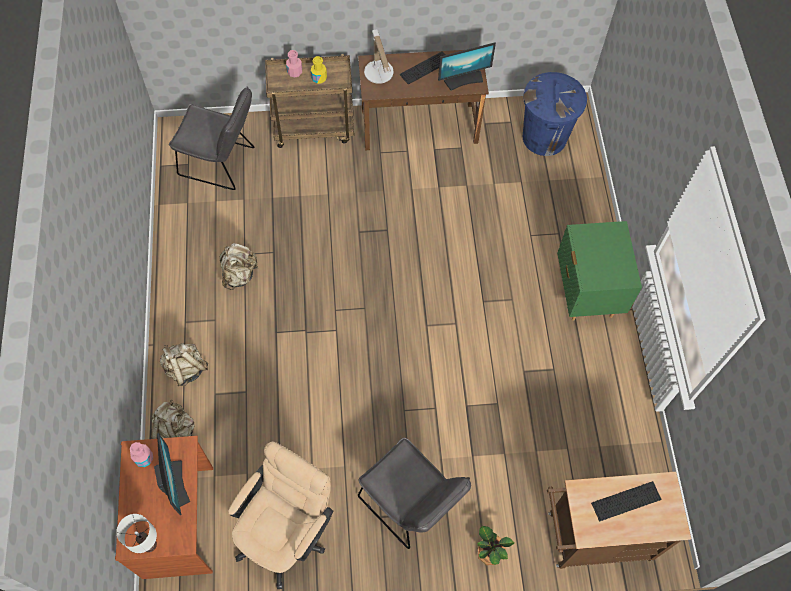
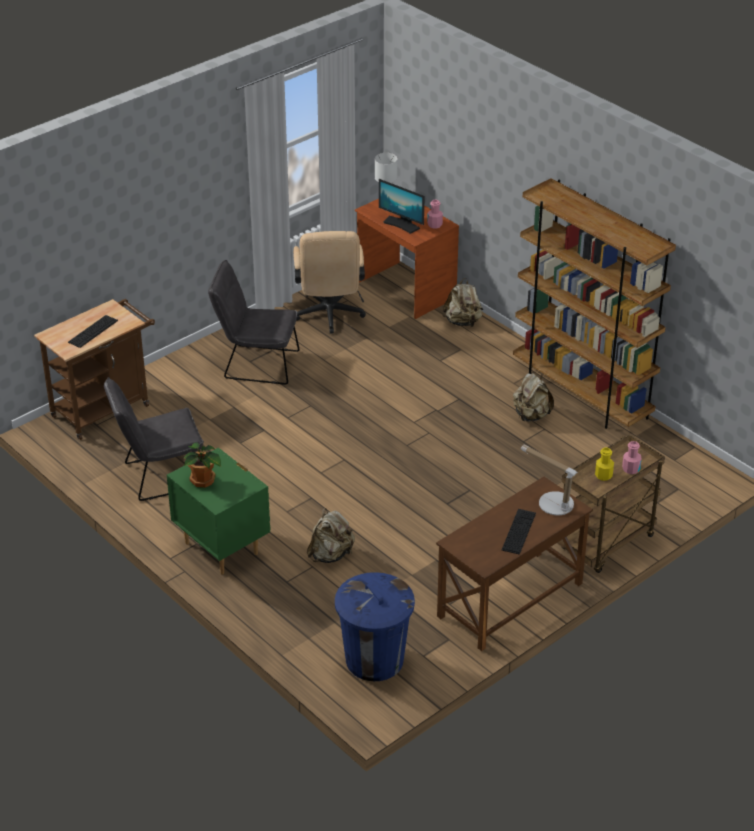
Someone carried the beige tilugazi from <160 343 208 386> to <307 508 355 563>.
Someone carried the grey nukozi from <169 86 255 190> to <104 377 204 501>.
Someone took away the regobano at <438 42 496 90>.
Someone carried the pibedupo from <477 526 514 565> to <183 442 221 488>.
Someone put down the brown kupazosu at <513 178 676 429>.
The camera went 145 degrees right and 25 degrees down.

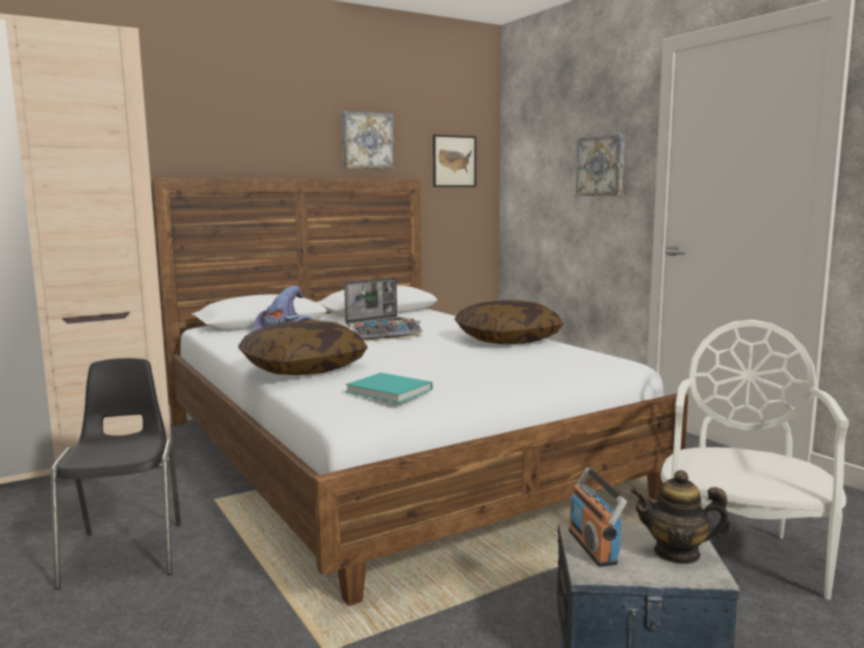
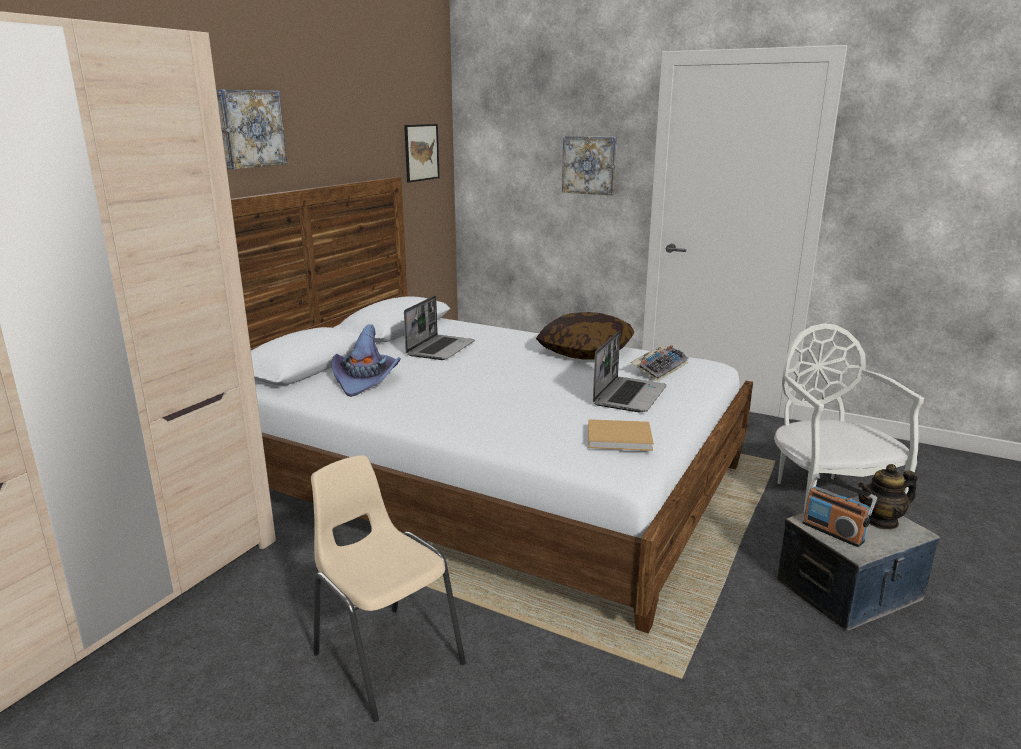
Someone repainted the black nukozi at <50 358 181 590>, which became the beige nukozi at <311 455 466 722>.
Someone took away the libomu at <238 320 368 375>.
Someone carried the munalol from <341 111 394 169> to <217 89 287 169>.
Someone repainted the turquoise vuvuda at <345 373 433 403>, which became the beige vuvuda at <588 419 654 451>.
Someone carried the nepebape from <350 318 423 342> to <631 345 689 381>.
Someone put down the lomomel at <593 331 667 412>.
The camera went 30 degrees left and 10 degrees up.

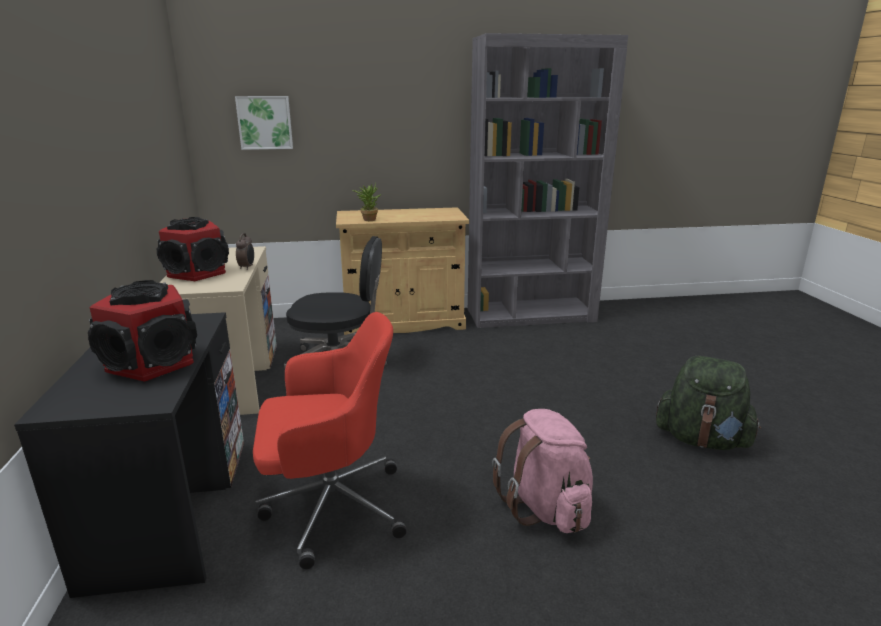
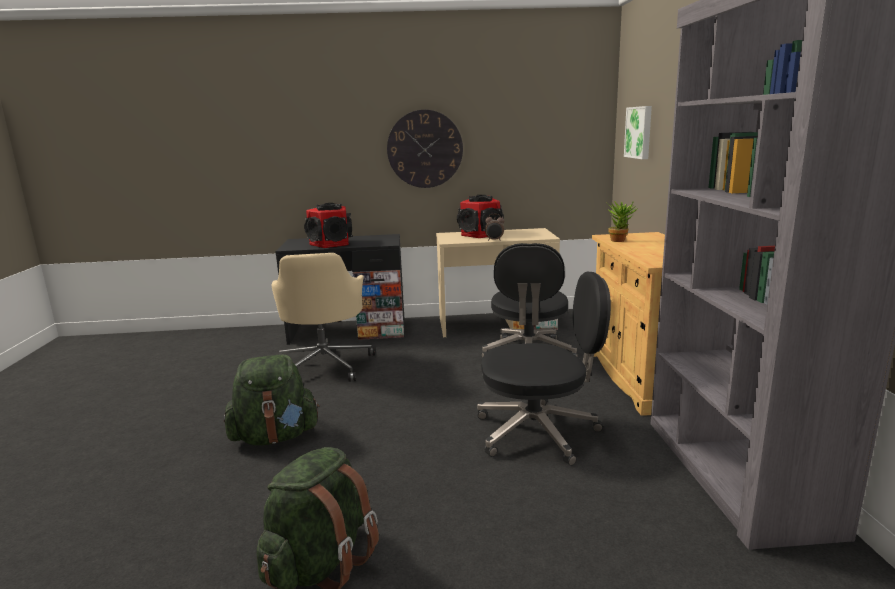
Someone repainted the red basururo at <253 312 406 569>, which became the beige basururo at <271 253 375 382>.
Someone repainted the pink tilugazi at <492 409 593 533>, which became the green tilugazi at <224 354 320 445>.
Someone put up the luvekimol at <387 110 463 188>.
Someone put down the black basururo at <477 272 611 466>.
The camera went 95 degrees right and 5 degrees down.

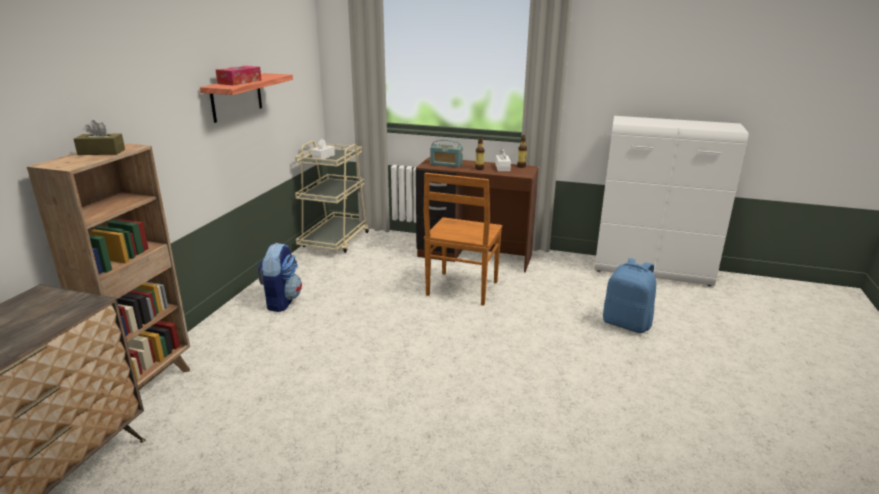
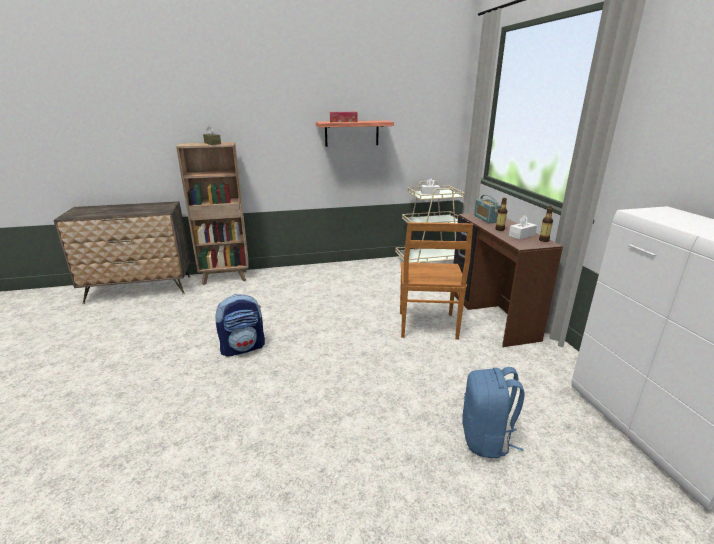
Someone carried the tilugazi from <258 243 302 312> to <215 294 265 357>.
Someone rotated the brown nukozi at <424 173 503 306> by 75 degrees counterclockwise.
The camera went 60 degrees right and 0 degrees up.

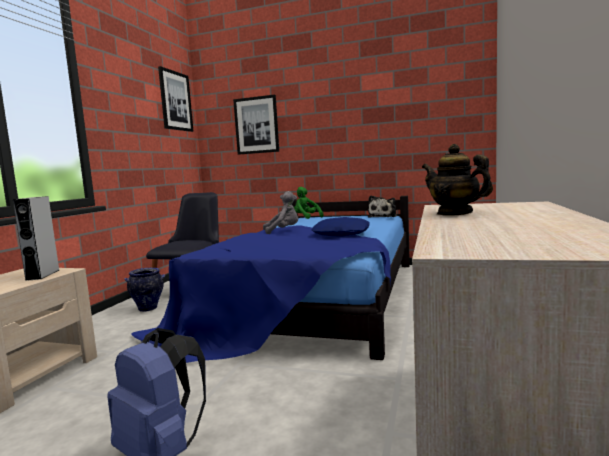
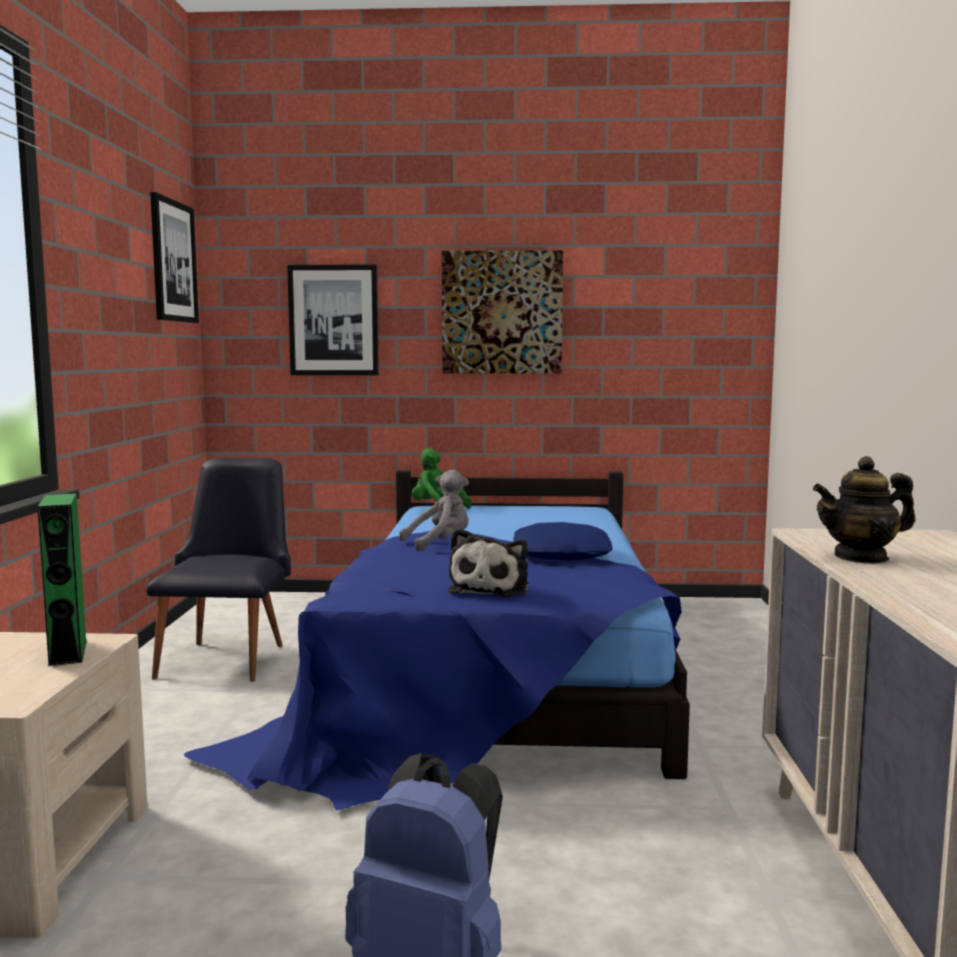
Someone repainted the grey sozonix at <13 196 59 281>, which became the green sozonix at <37 493 87 666>.
Someone took away the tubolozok at <124 268 165 312>.
Someone carried the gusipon from <368 195 397 218> to <448 528 529 597>.
Someone rotated the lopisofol at <422 144 493 216> by 45 degrees counterclockwise.
Someone put up the munalol at <442 250 563 374>.
The camera went 15 degrees left and 0 degrees up.

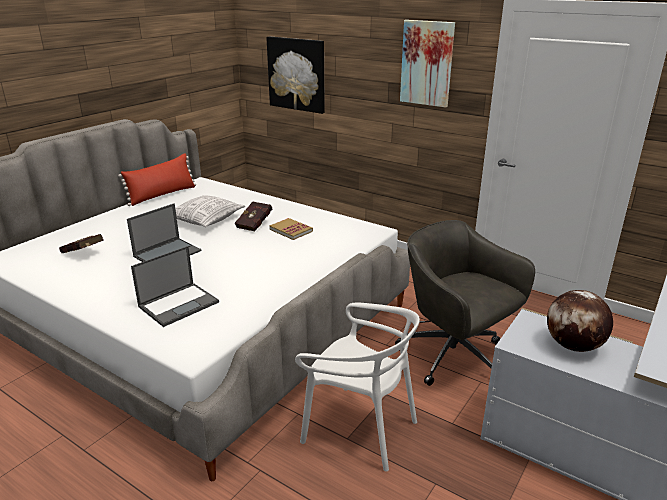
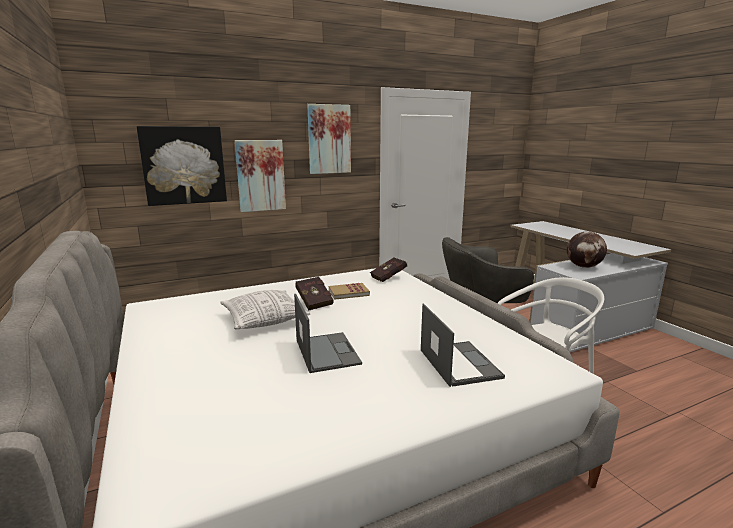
Someone carried the red vuvuda from <59 234 104 253> to <370 257 408 282>.
Someone took away the red libomu at <118 154 196 206>.
Someone put up the munalol at <235 140 286 212>.
The camera went 60 degrees left and 10 degrees down.

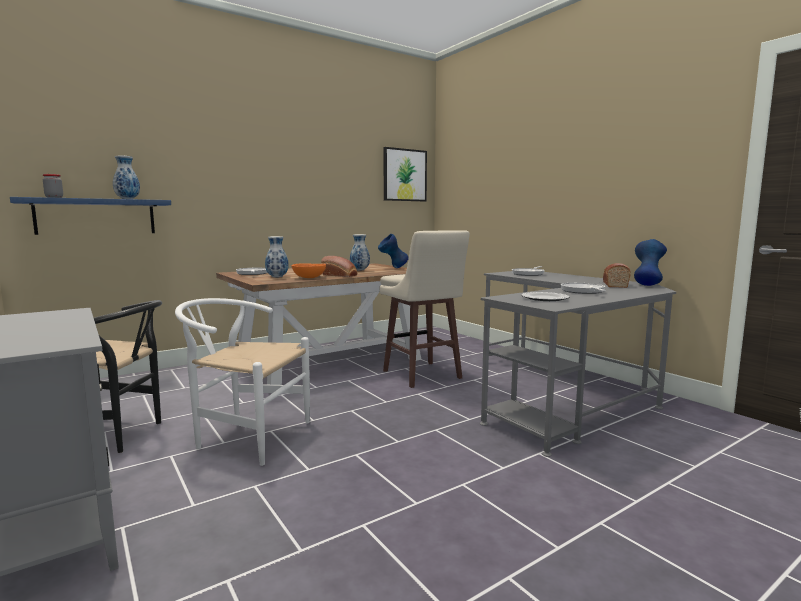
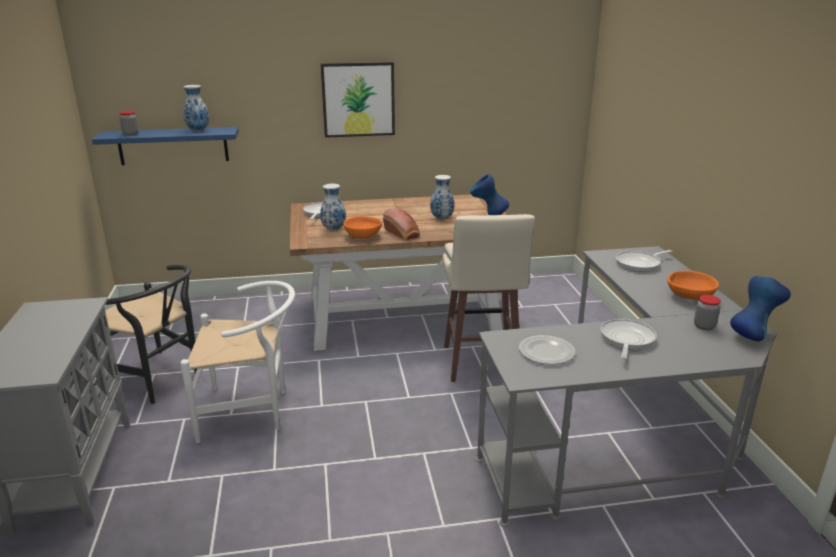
Someone rotated the white nukozi at <175 298 310 466> by 135 degrees clockwise.
Someone carried the munalol from <383 147 427 201> to <321 62 395 138>.
Someone swapped the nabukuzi at <603 263 631 288> for the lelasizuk at <694 295 721 330>.
Someone put down the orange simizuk at <667 271 719 300>.
The camera went 25 degrees right and 15 degrees up.

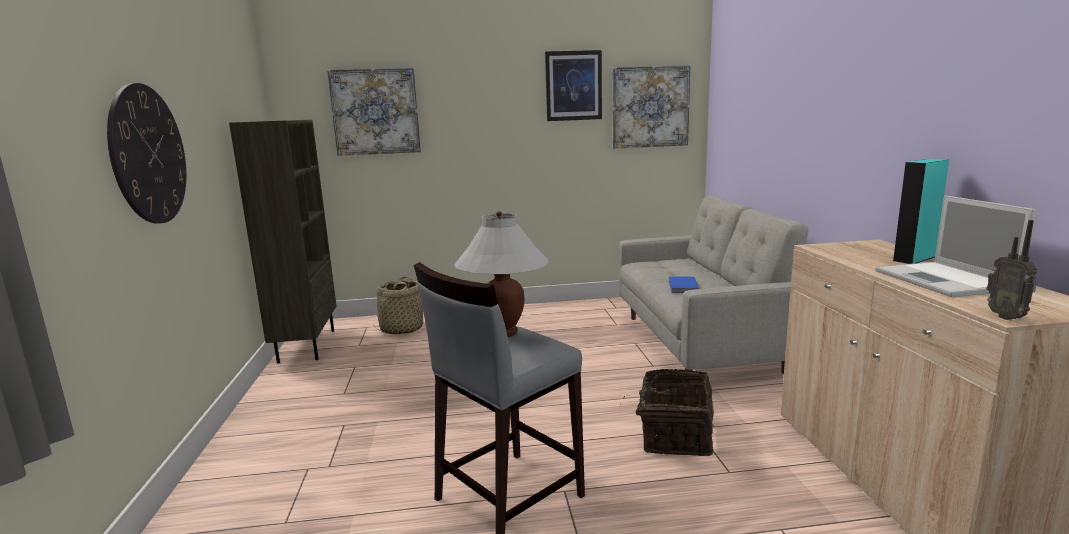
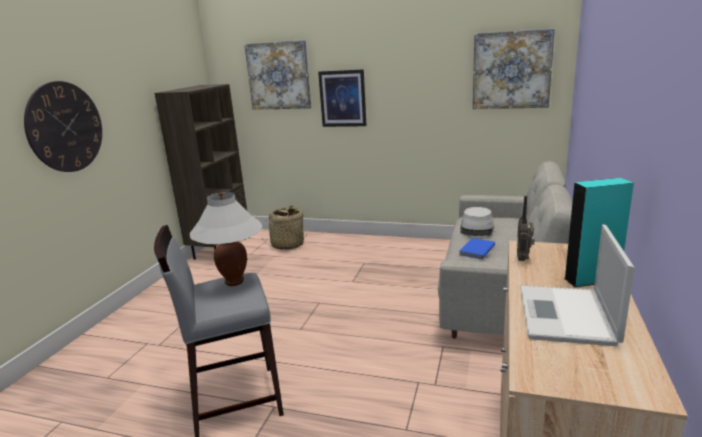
Someone carried the munalol from <545 50 602 121> to <318 69 367 127>.
Someone took away the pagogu at <624 369 714 456>.
Someone carried the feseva from <986 220 1037 320> to <517 196 535 261>.
Someone put down the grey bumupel at <460 207 494 236>.
The camera went 25 degrees right and 5 degrees up.

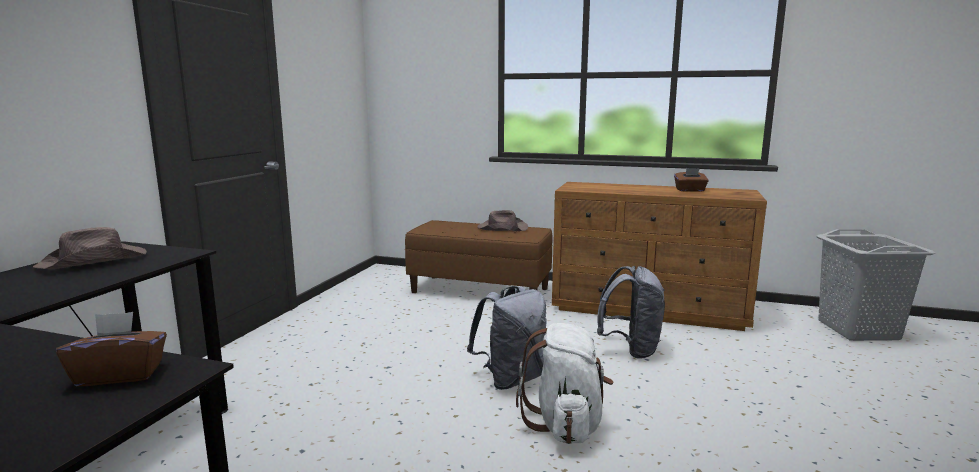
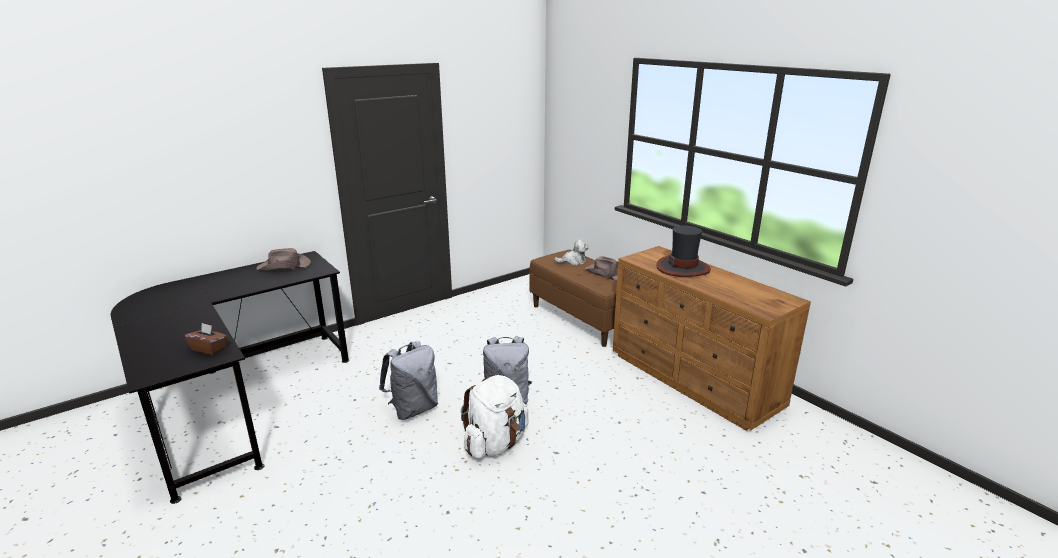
Someone carried the grey tilugazi from <597 266 665 359> to <379 342 438 420>.
Someone took away the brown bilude at <674 168 709 192>.
Someone took away the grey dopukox at <816 229 935 341>.
Someone put down the gusipon at <554 240 588 266>.
Someone put down the bumupel at <656 226 711 277>.
The camera went 35 degrees right and 10 degrees up.

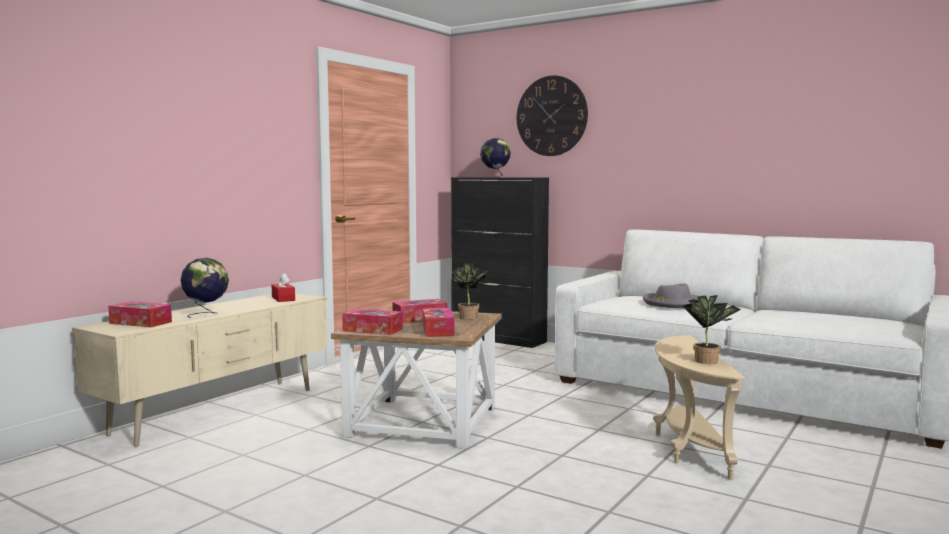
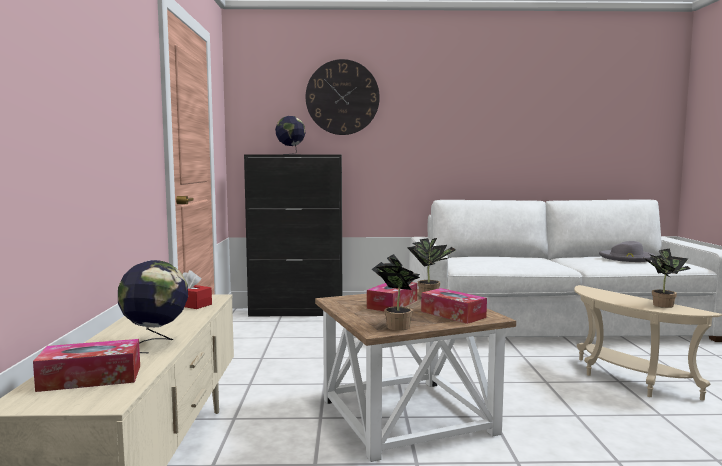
Someone swapped the bilude at <342 309 403 335> for the pibedupo at <372 254 420 331>.
Someone carried the grey bumupel from <643 284 698 308> to <599 241 655 262>.
The camera went 35 degrees left and 0 degrees up.

